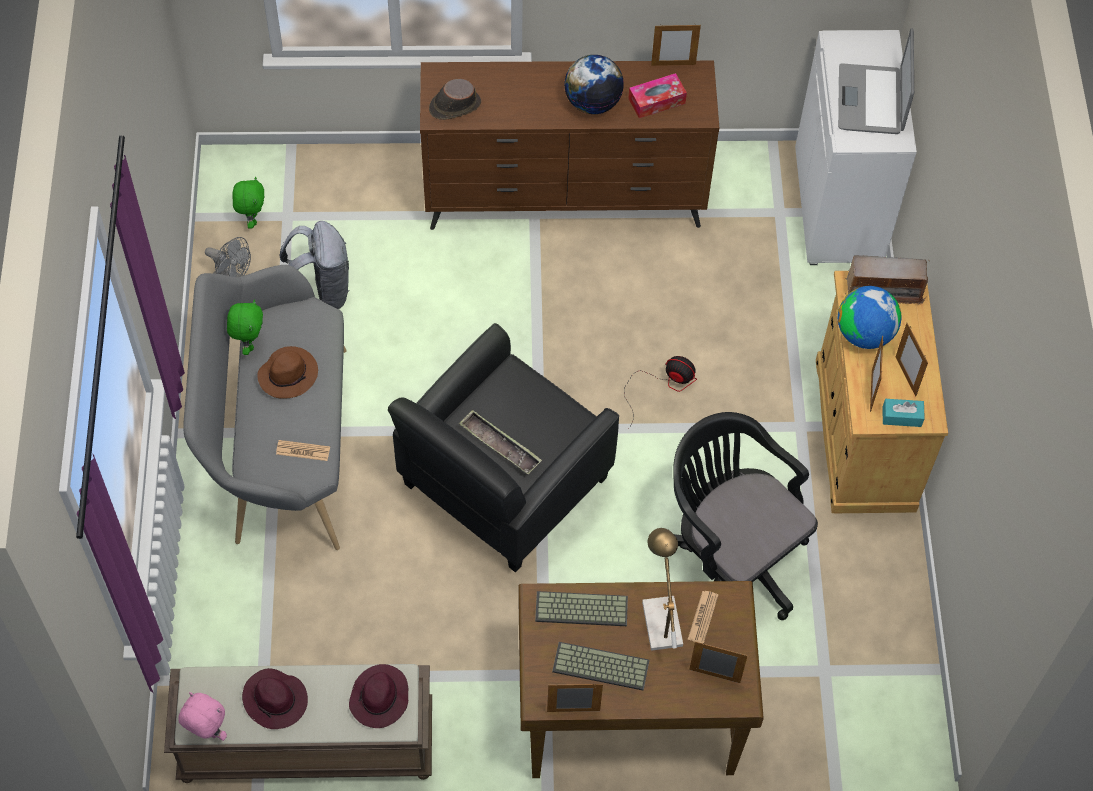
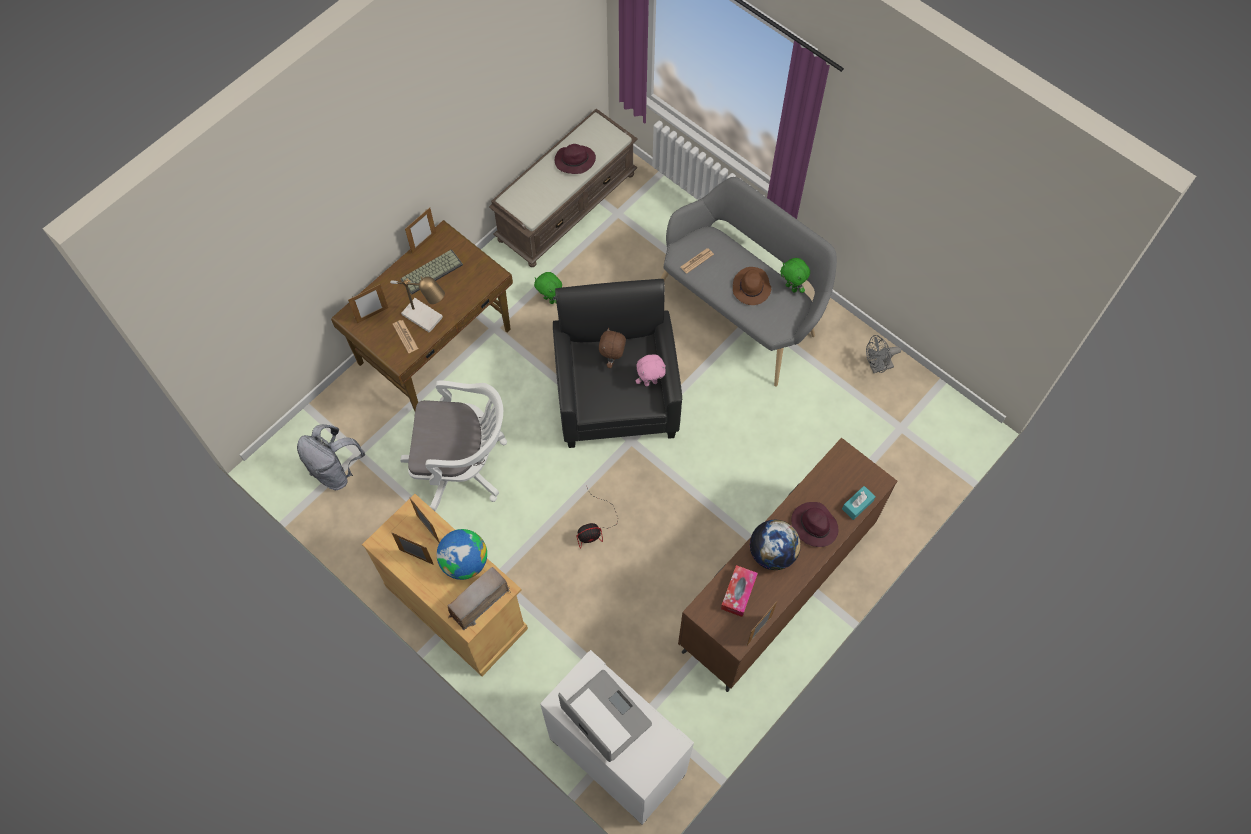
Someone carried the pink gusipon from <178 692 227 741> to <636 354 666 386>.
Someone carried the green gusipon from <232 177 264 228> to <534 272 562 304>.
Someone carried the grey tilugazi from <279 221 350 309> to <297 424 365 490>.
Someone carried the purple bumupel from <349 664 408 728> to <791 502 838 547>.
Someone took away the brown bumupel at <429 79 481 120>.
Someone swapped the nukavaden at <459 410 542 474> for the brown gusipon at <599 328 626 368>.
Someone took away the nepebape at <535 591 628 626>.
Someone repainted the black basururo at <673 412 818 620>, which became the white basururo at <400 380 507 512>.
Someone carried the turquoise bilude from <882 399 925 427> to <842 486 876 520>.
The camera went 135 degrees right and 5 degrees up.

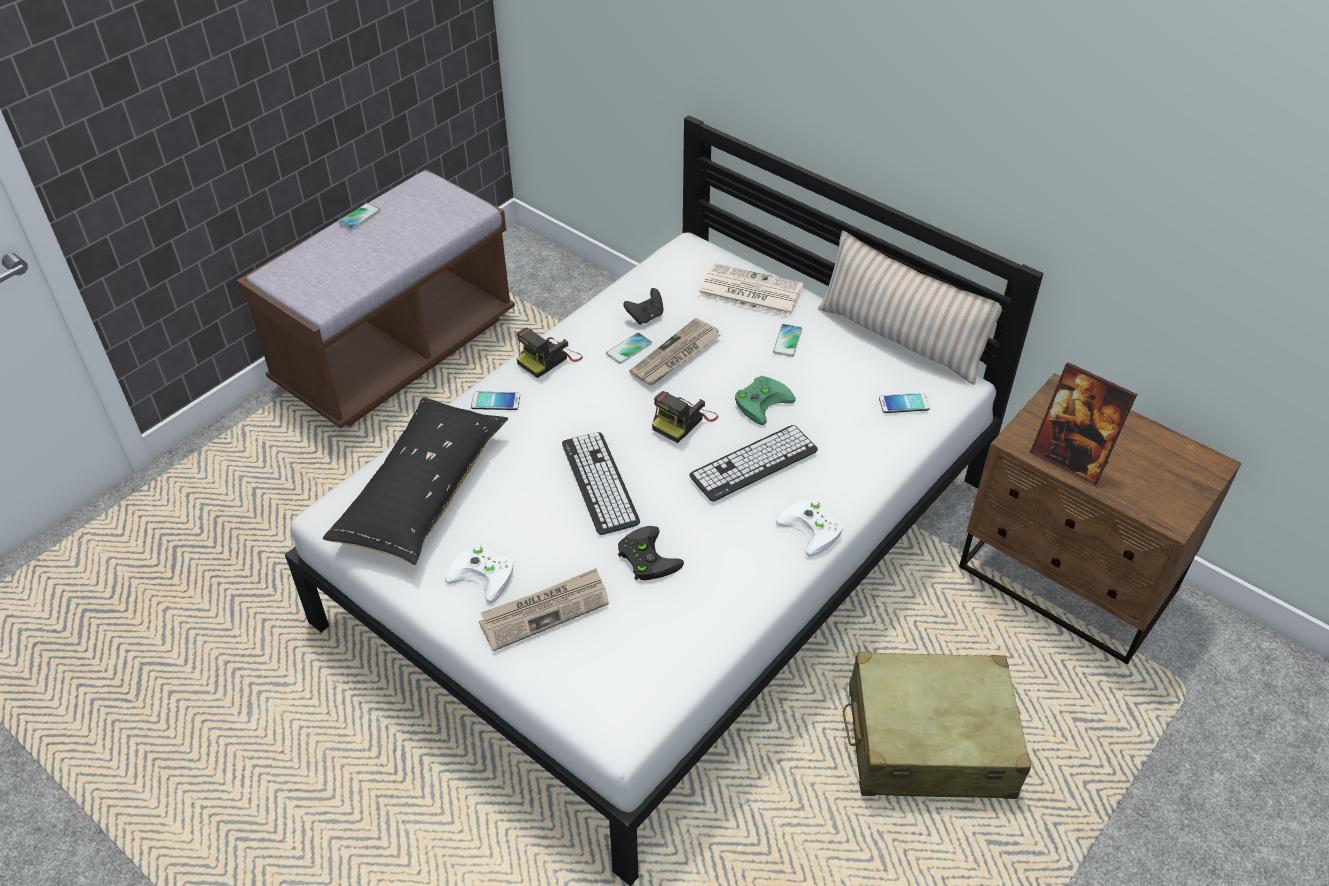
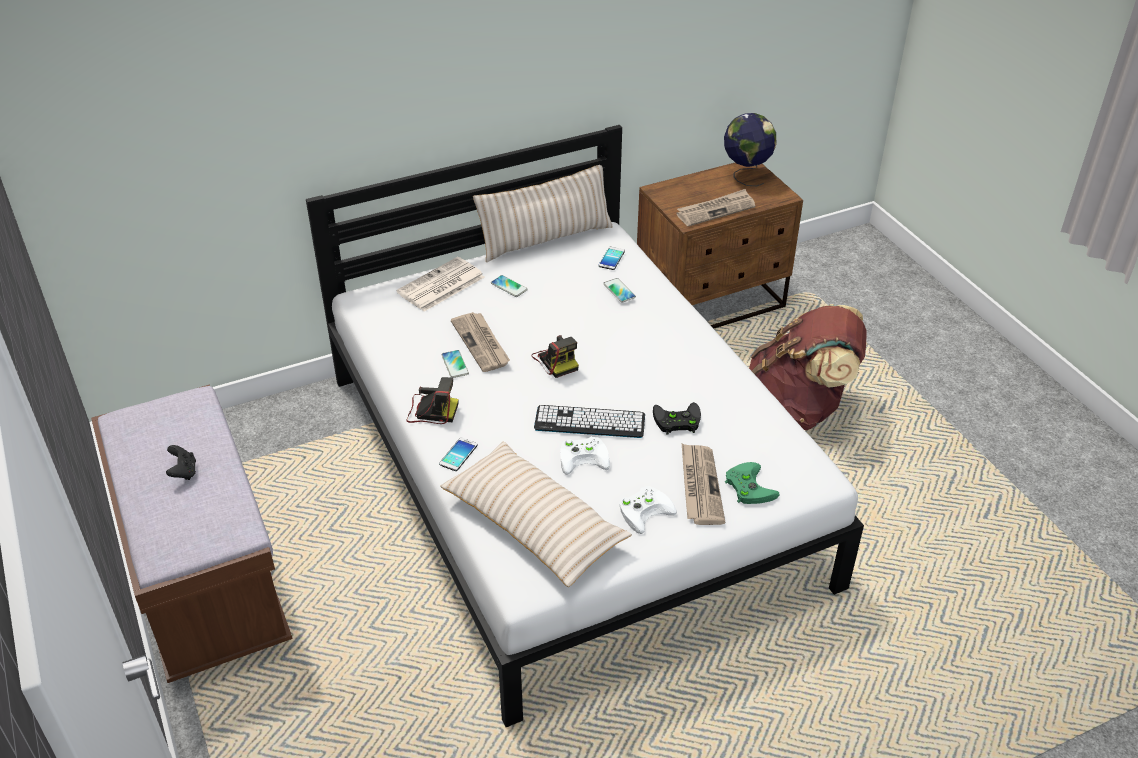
Someone repainted the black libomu at <323 397 508 565>, which became the beige libomu at <440 441 632 587>.
Someone carried the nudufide from <339 203 380 230> to <603 278 636 303>.
Someone rotated the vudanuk at <516 328 583 378> by 60 degrees counterclockwise.
Someone carried the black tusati from <623 288 664 325> to <166 445 196 480>.
Someone took away the nepebape at <690 425 818 502>.
Someone carried the green tusati from <735 376 796 425> to <725 462 779 504>.
Someone carried the white tusati from <776 499 843 557> to <560 437 610 475>.
Someone swapped the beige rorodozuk at <843 652 1031 799> for the brown tilugazi at <749 304 867 430>.
Someone swapped the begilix at <1030 362 1137 485> for the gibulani at <676 189 755 226>.
Someone put down the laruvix at <724 113 776 186>.
The camera went 65 degrees left and 5 degrees down.

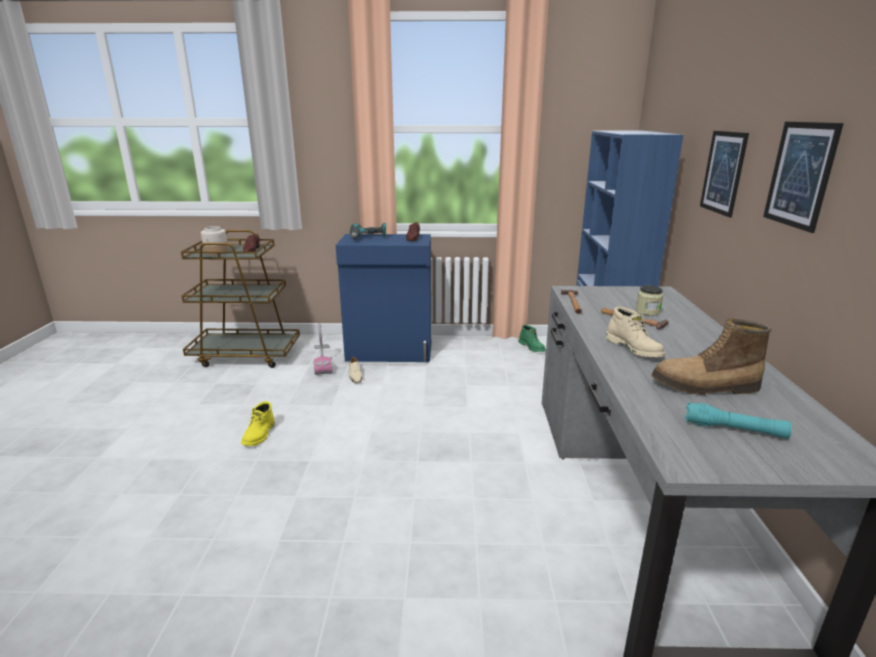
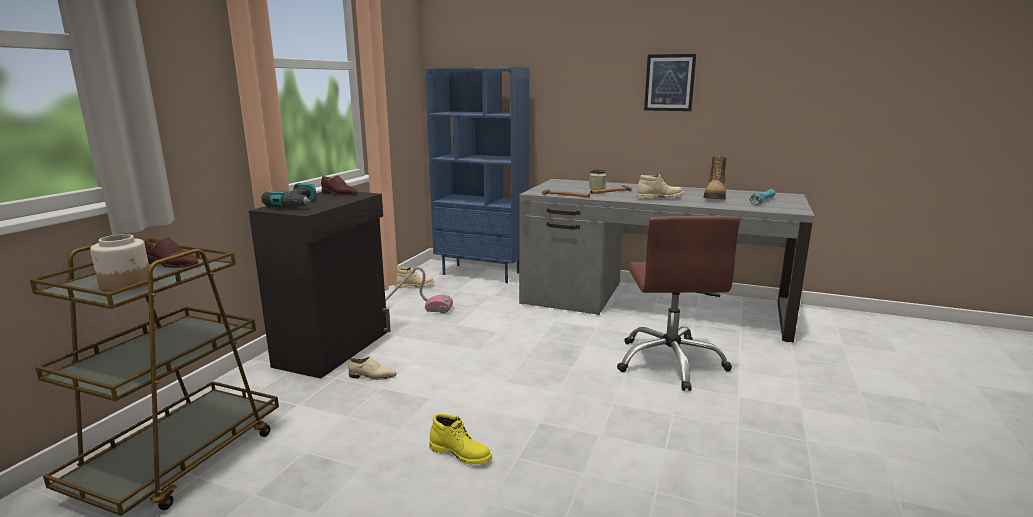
Someone carried the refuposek from <314 324 333 375> to <385 267 453 314>.
Someone repainted the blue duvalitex at <336 234 431 362>, which became the black duvalitex at <249 192 391 379>.
Someone repainted the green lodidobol at <519 325 546 352>, which became the beige lodidobol at <395 267 434 288>.
Someone took away the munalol at <700 131 749 218>.
Someone put down the brown basururo at <617 216 740 391>.
The camera went 70 degrees left and 5 degrees down.

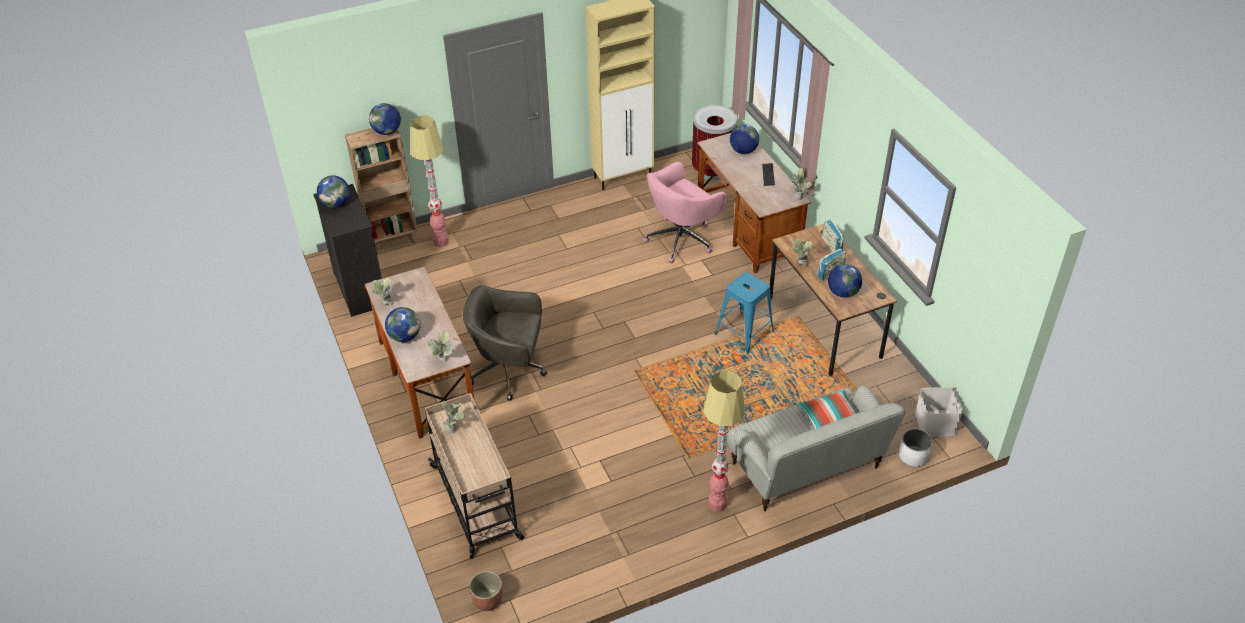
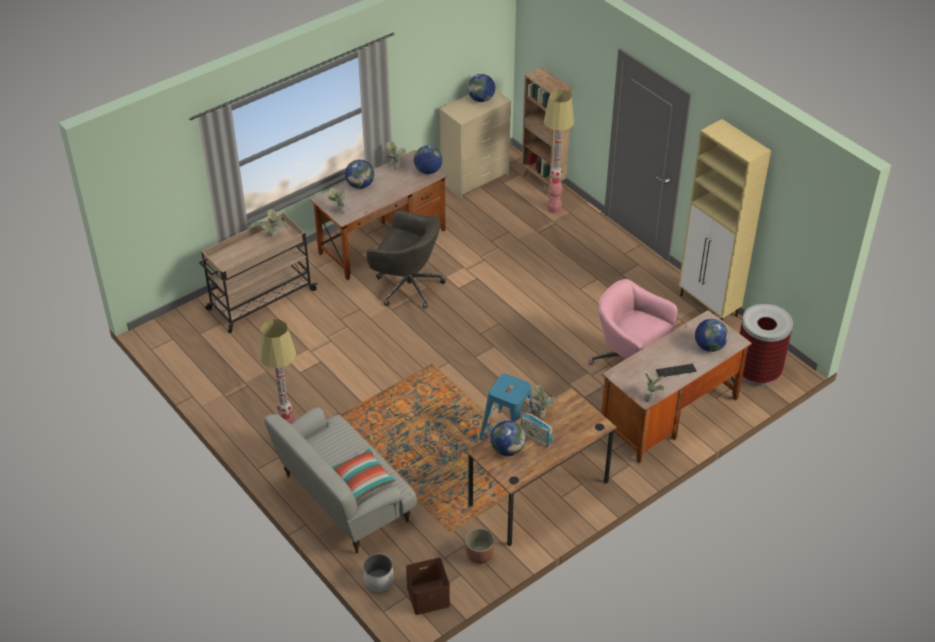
Someone repainted the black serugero at <313 184 382 317>, which became the beige serugero at <439 89 512 199>.
Someone carried the laruvix from <369 103 401 135> to <414 145 442 174>.
Someone rotated the grey basururo at <463 285 547 400> by 120 degrees clockwise.
Someone carried the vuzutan from <469 571 503 611> to <465 528 494 564>.
Someone took away the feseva at <822 219 844 252>.
Someone repainted the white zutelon at <915 387 962 437>, which became the brown zutelon at <406 557 450 615>.
The camera went 75 degrees right and 0 degrees up.

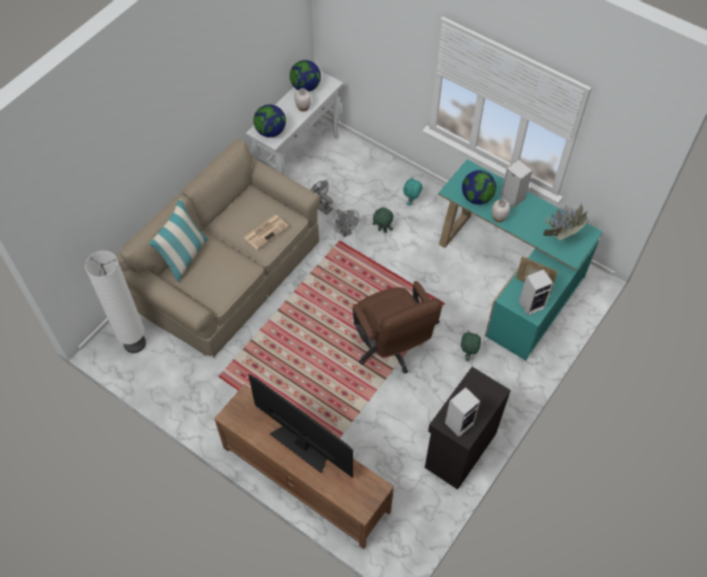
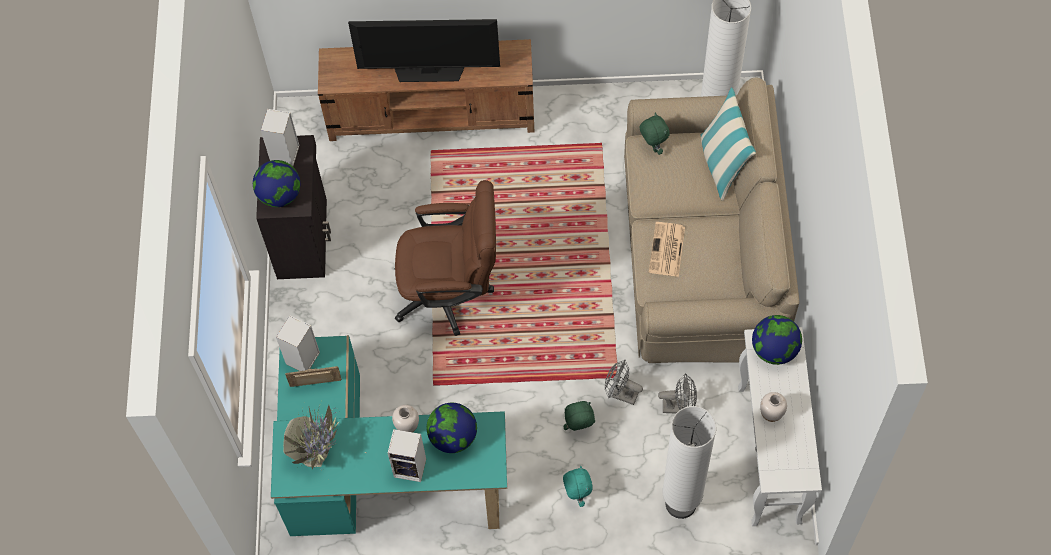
Someone carried the laruvix from <290 60 321 92> to <253 160 300 207>.
Someone rotated the brown basururo at <352 281 442 374> by 150 degrees clockwise.
Someone carried the green gusipon from <461 330 481 361> to <640 113 670 155>.
Someone put down the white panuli at <662 406 716 519>.
The camera went 145 degrees right and 5 degrees up.

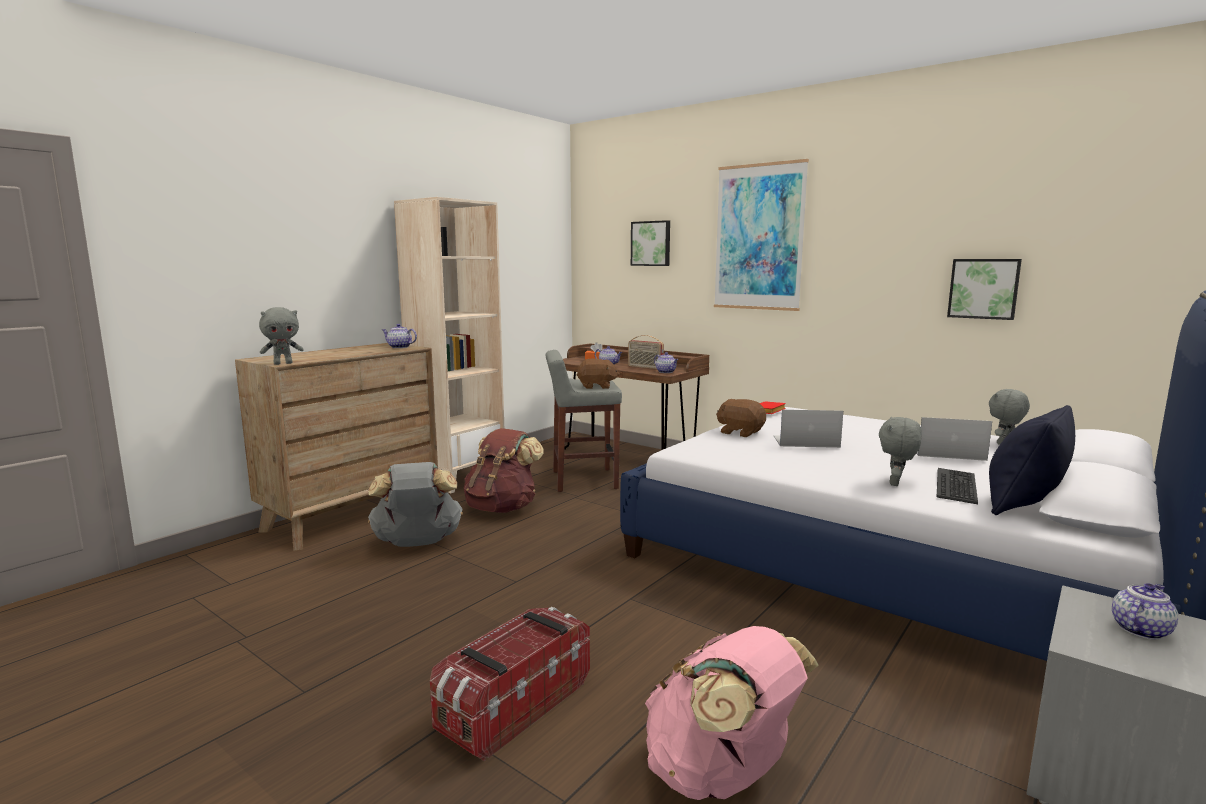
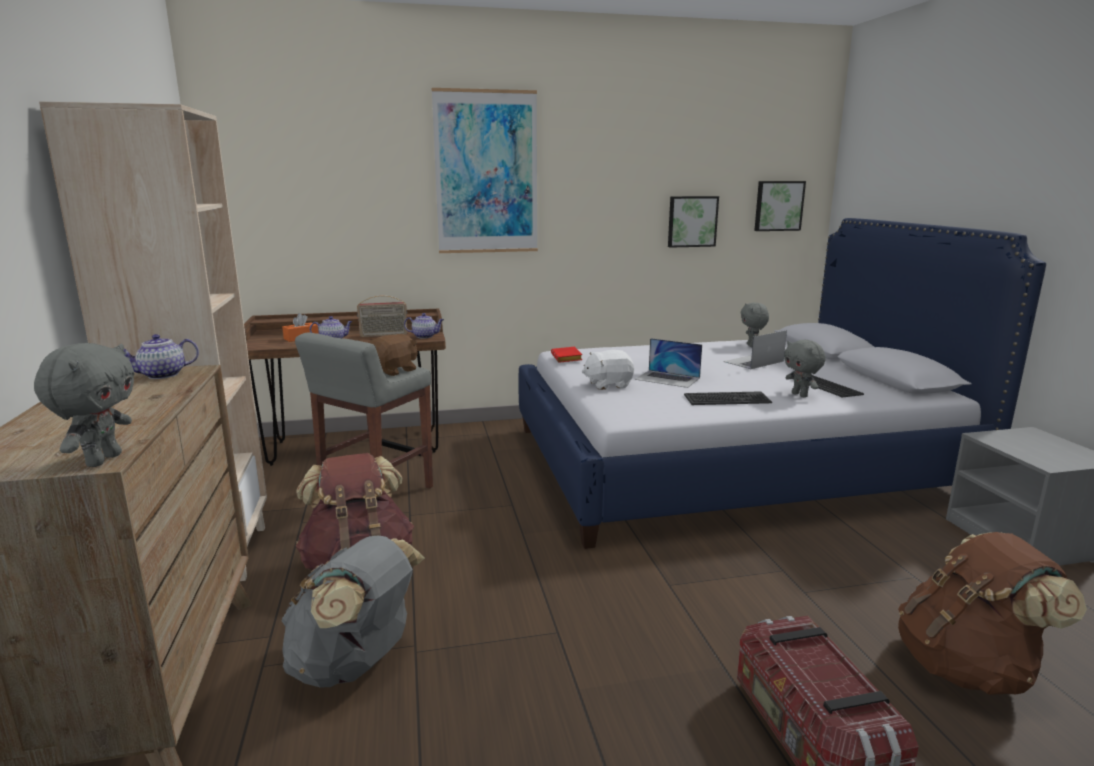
Someone carried the munalol from <631 220 670 266> to <754 181 806 231>.
Someone repainted the pink tilugazi at <645 626 819 800>, which became the brown tilugazi at <898 532 1087 695>.
Someone repainted the brown gusipon at <716 399 766 437>, which became the white gusipon at <582 350 634 390>.
Someone rotated the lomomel at <774 410 843 448> by 105 degrees counterclockwise.
Someone took away the black libomu at <989 405 1075 515>.
Someone took away the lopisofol at <1112 583 1178 640>.
Someone put down the nepebape at <684 391 772 405>.
The camera went 50 degrees left and 5 degrees up.

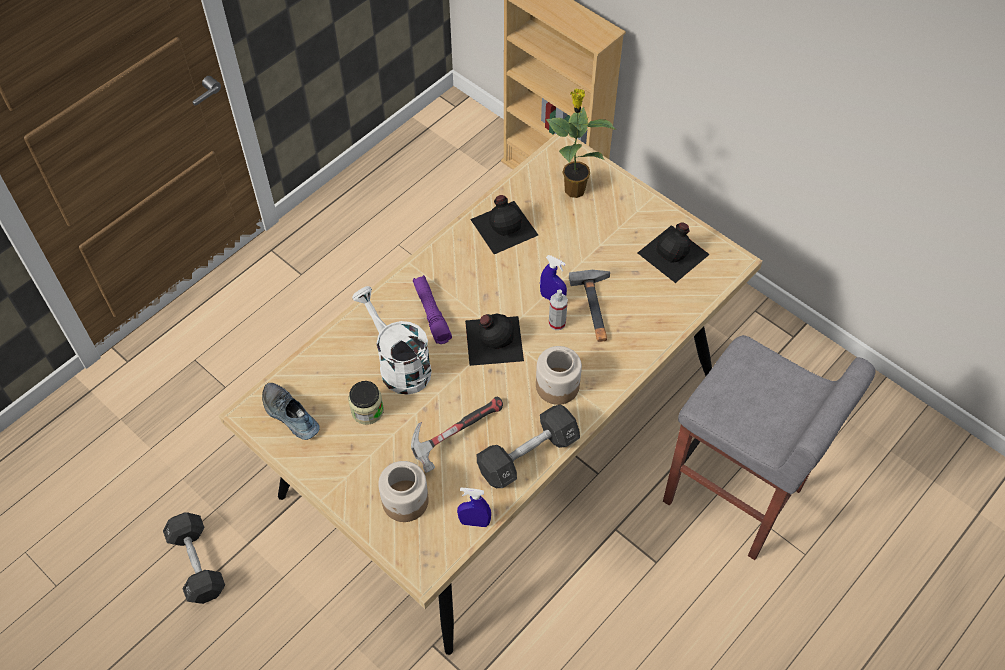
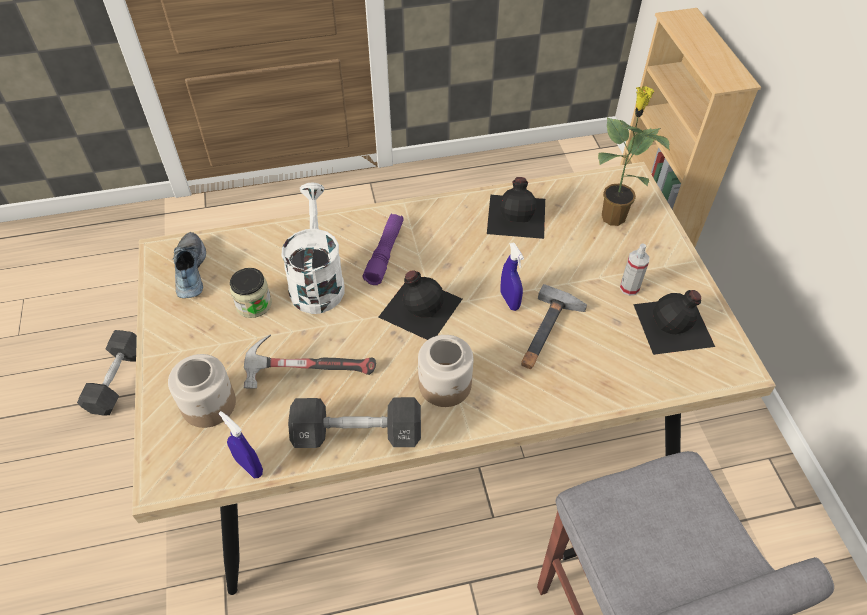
Someone carried the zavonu from <549 289 568 330> to <620 243 650 296>.
The camera went 35 degrees right and 5 degrees down.

